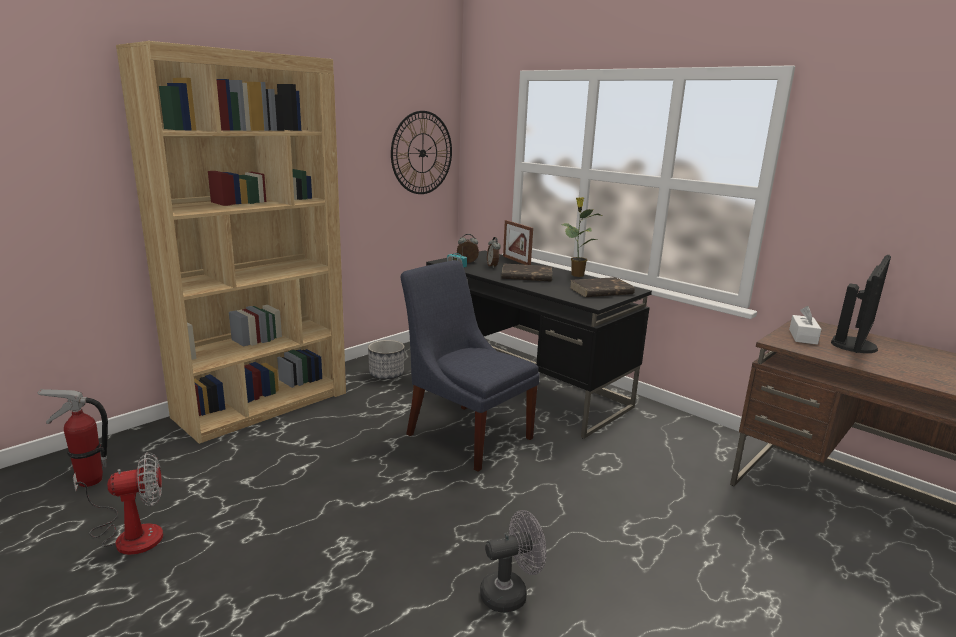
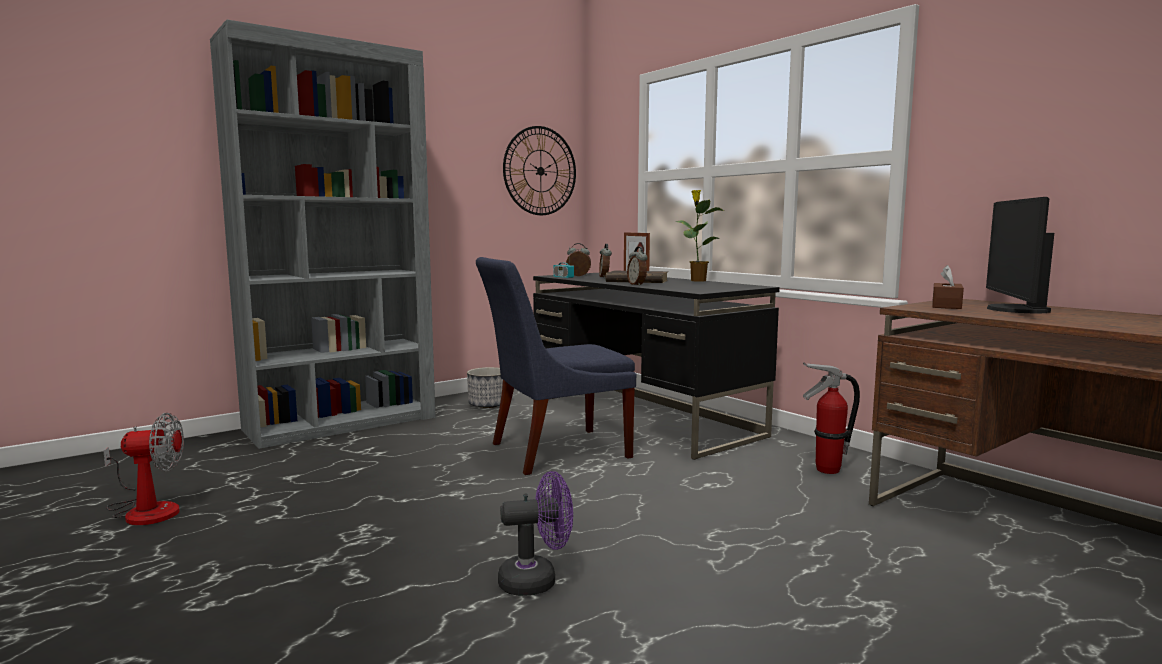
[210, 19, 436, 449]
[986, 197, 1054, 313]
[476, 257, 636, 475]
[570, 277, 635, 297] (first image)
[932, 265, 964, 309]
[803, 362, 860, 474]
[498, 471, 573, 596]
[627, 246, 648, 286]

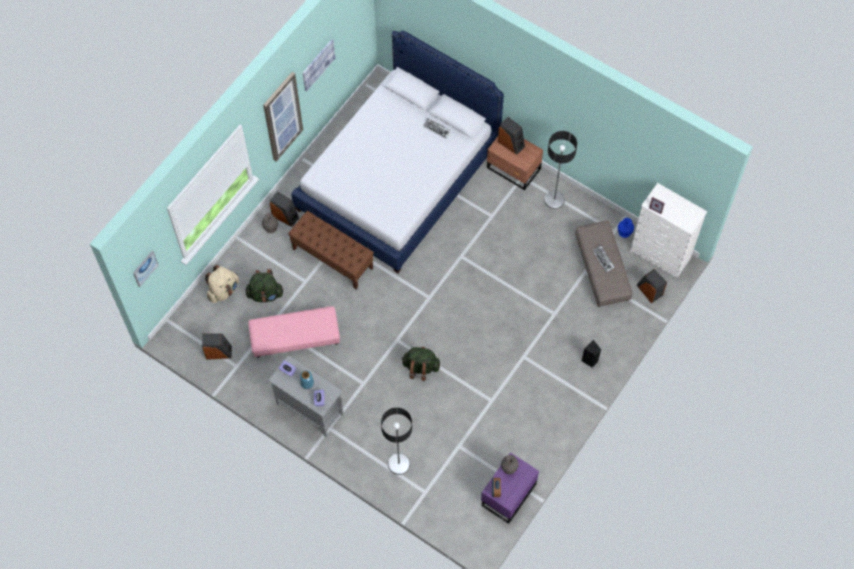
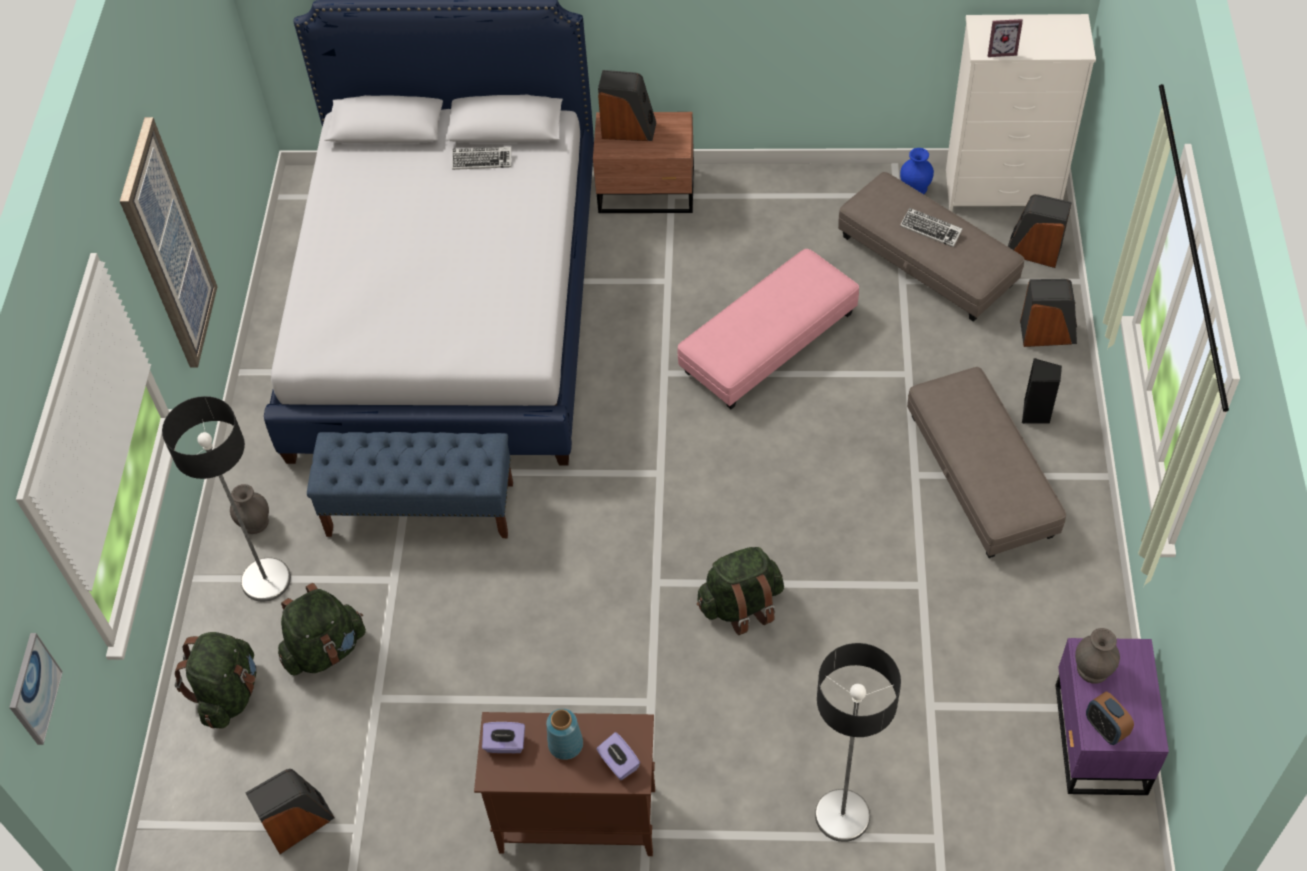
[303, 39, 335, 91] (first image)
[162, 396, 291, 602]
[1020, 279, 1077, 347]
[307, 432, 513, 538]
[175, 632, 256, 728]
[677, 249, 859, 409]
[474, 712, 655, 856]
[907, 367, 1066, 558]

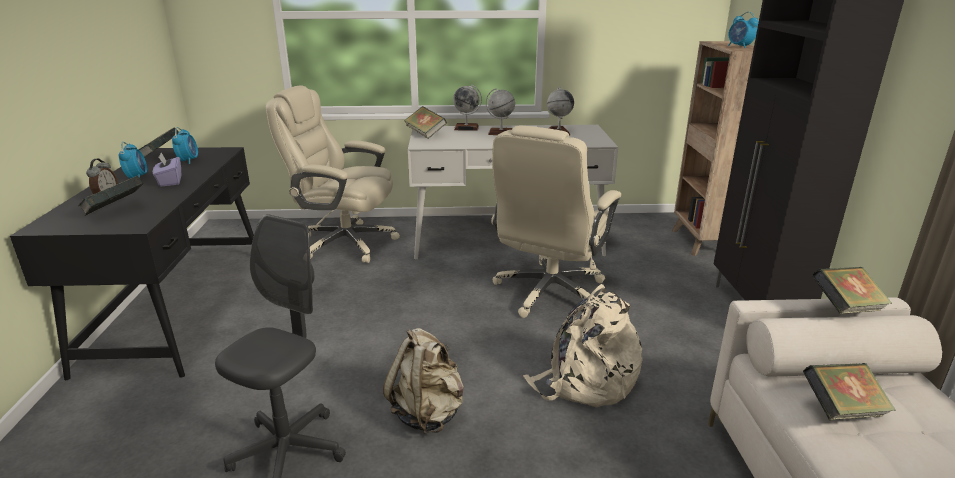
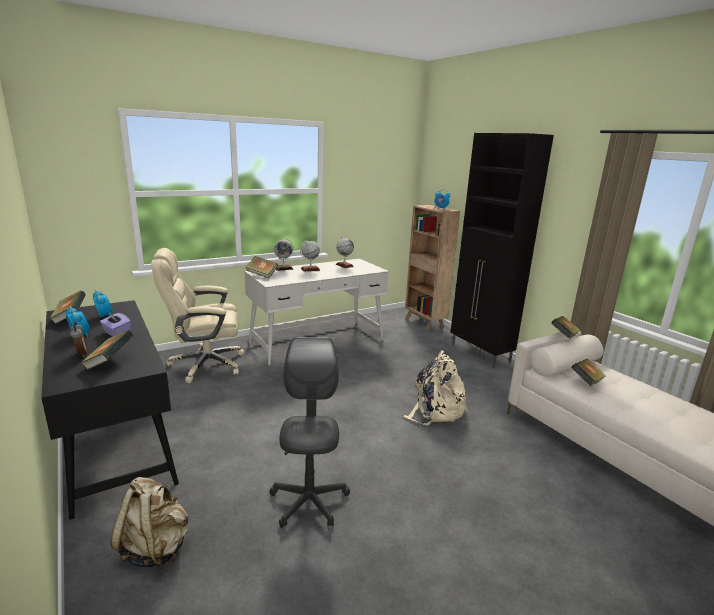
[491, 126, 621, 318] (first image)
[111, 477, 189, 569]

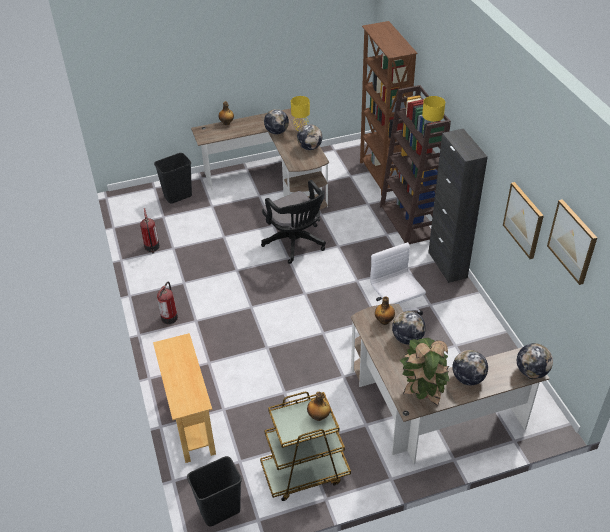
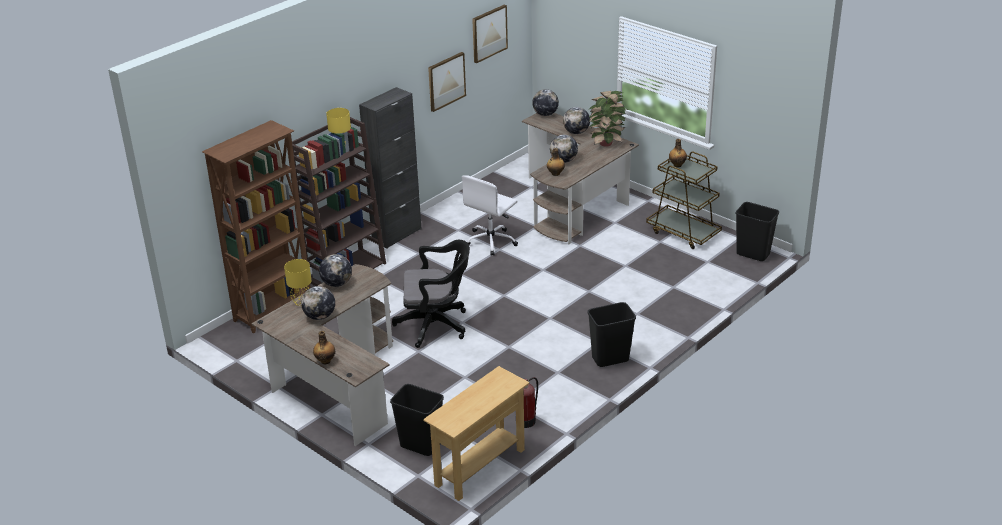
[392, 240, 470, 348]
[588, 302, 636, 367]
[423, 366, 530, 501]

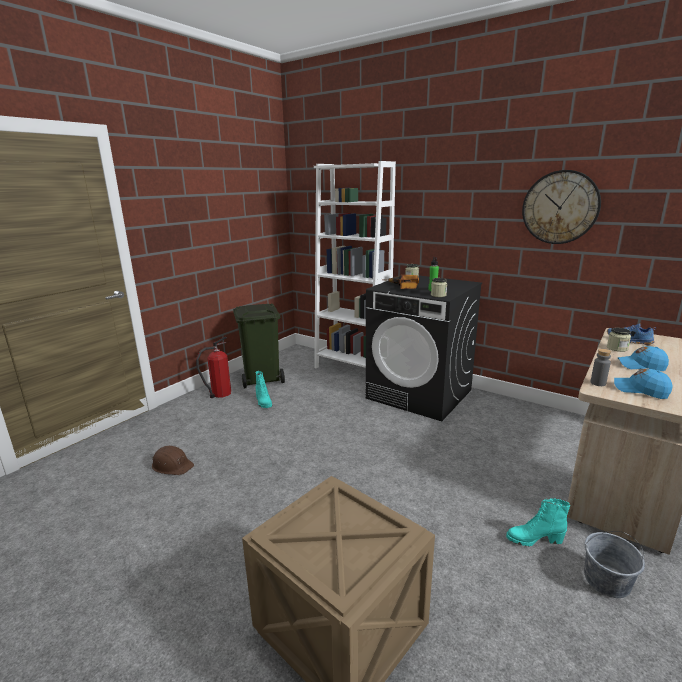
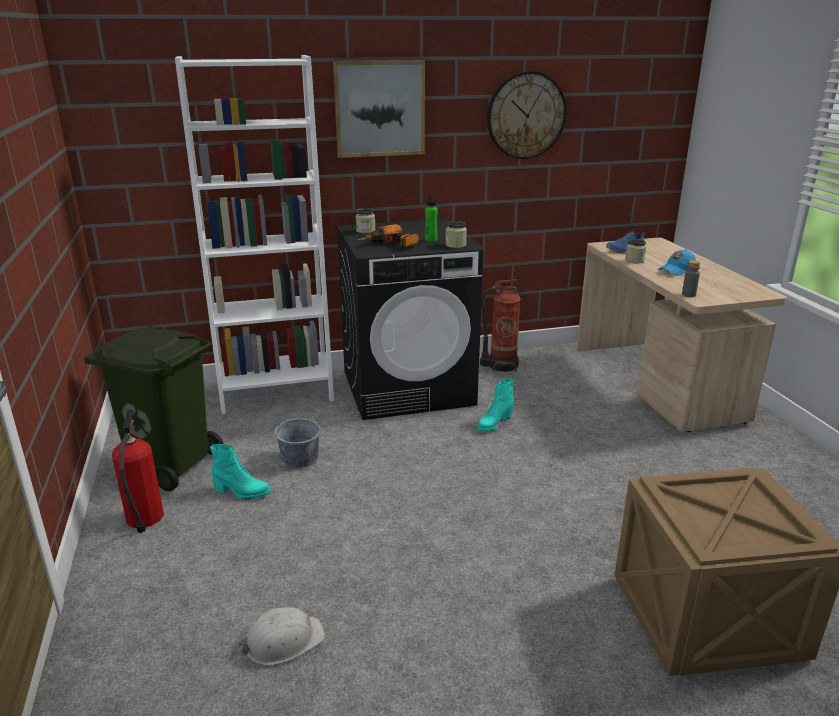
[614, 369, 673, 399] (first image)
[241, 607, 326, 666]
[477, 378, 514, 432]
[275, 409, 321, 468]
[333, 60, 425, 158]
[480, 279, 521, 372]

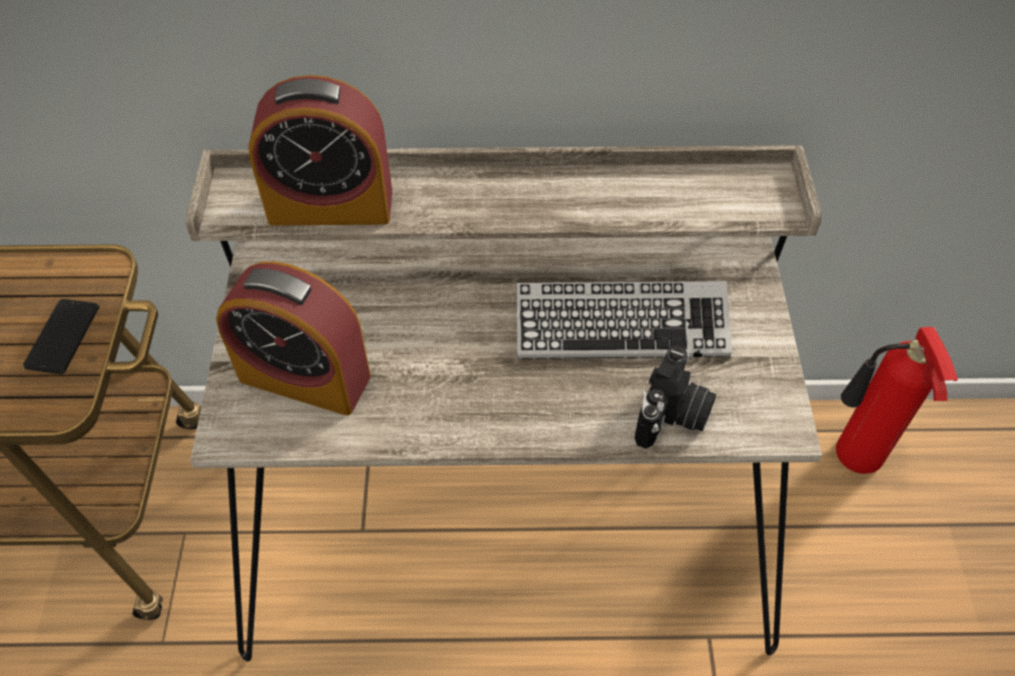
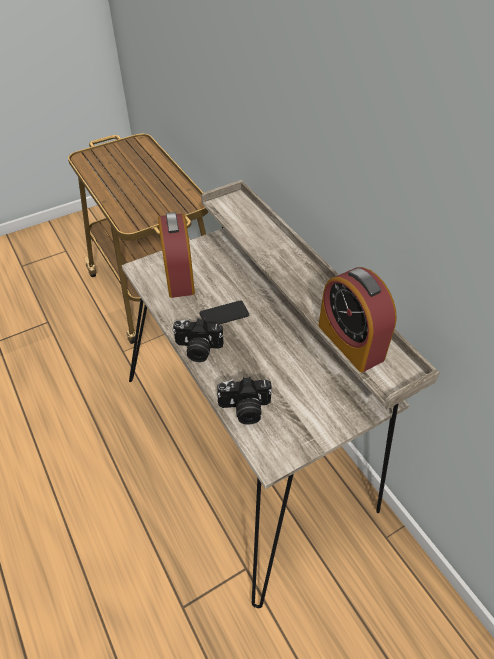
[318, 267, 397, 372]
[516, 281, 732, 359] (first image)
[200, 300, 249, 324]
[836, 327, 958, 474] (first image)
[172, 318, 223, 362]

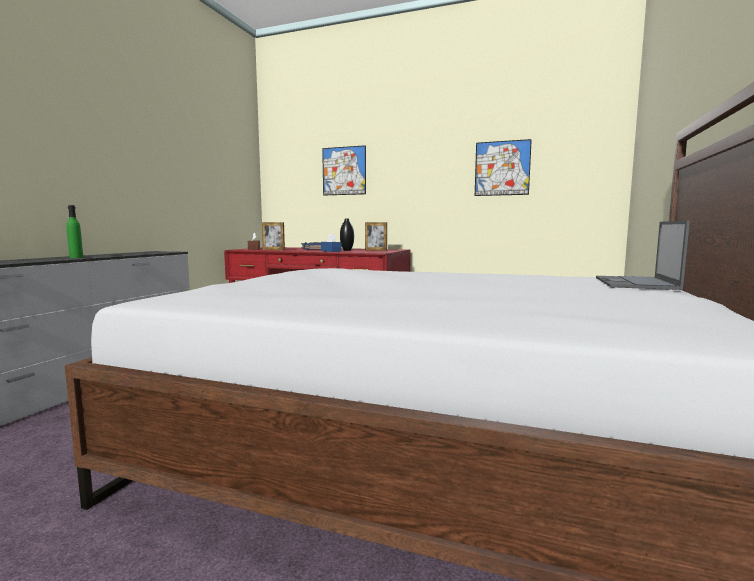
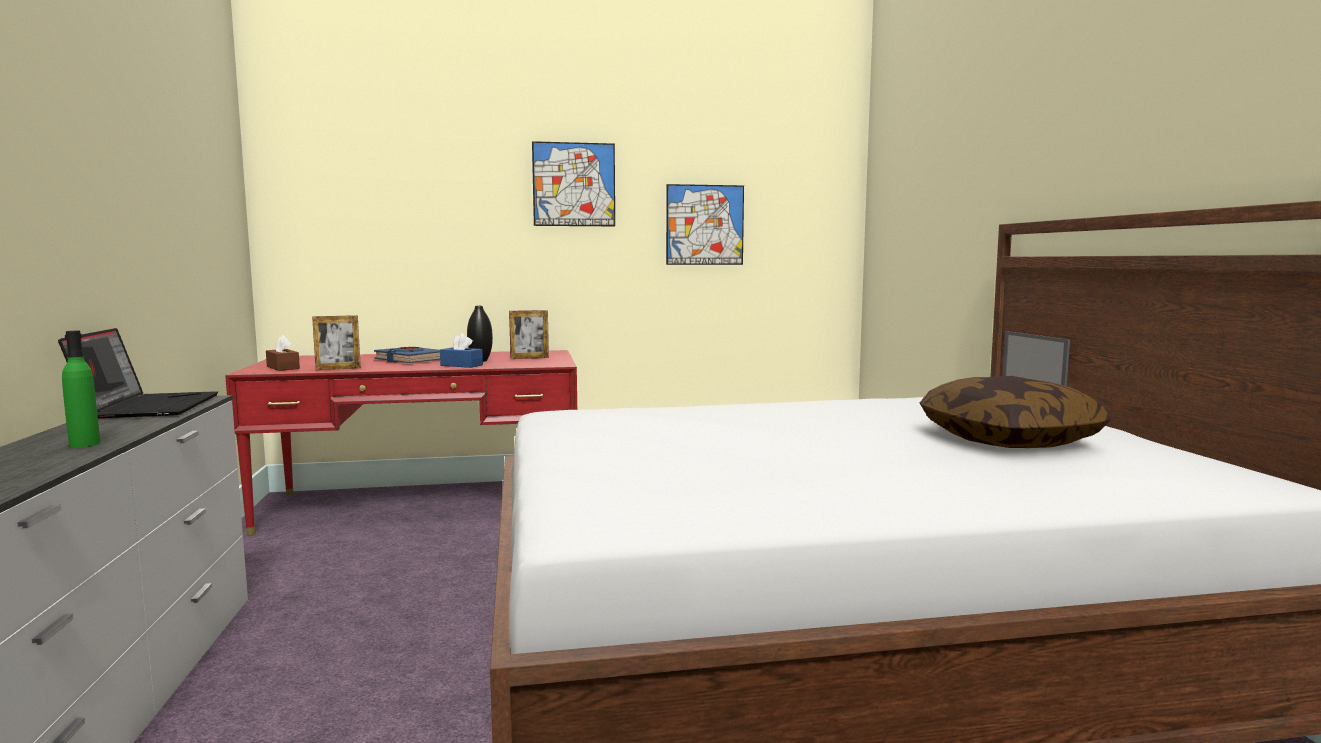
[532, 141, 615, 226]
[58, 328, 218, 418]
[920, 376, 1111, 448]

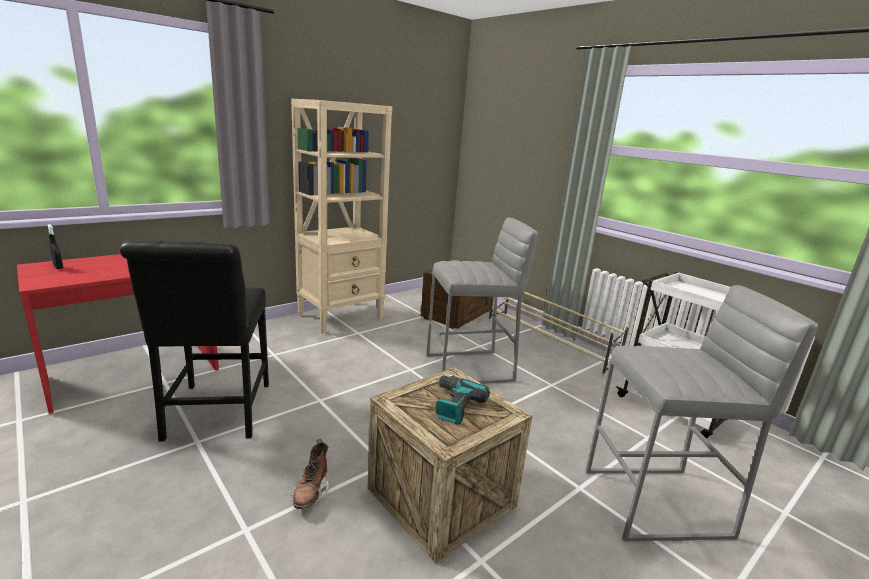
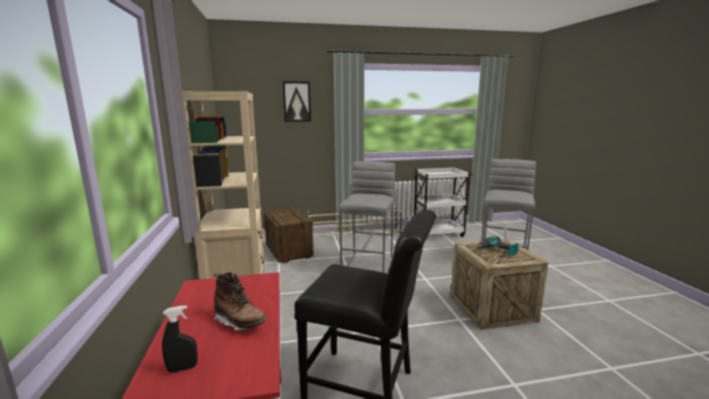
[213, 272, 267, 330]
[283, 81, 311, 122]

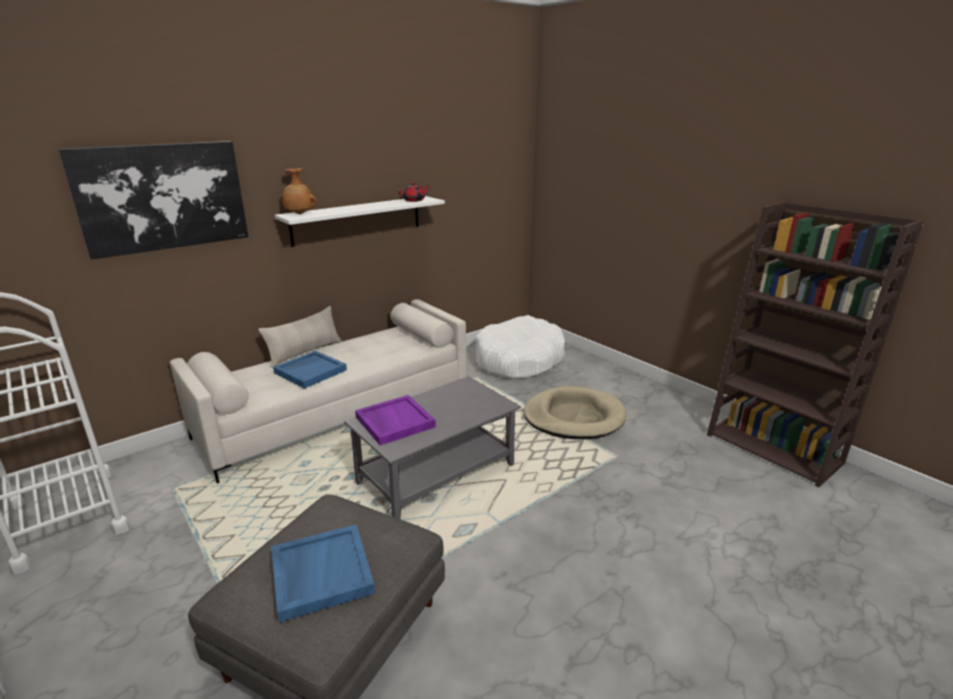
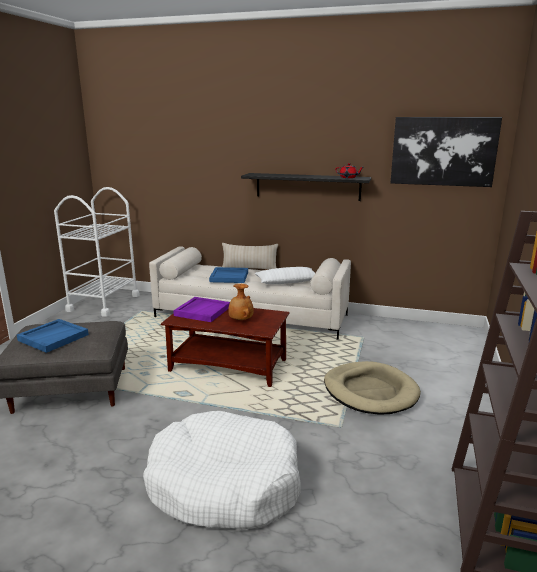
[390, 117, 502, 187]
[228, 284, 254, 320]
[241, 173, 371, 201]
[143, 411, 301, 529]
[161, 308, 290, 387]
[255, 267, 315, 284]

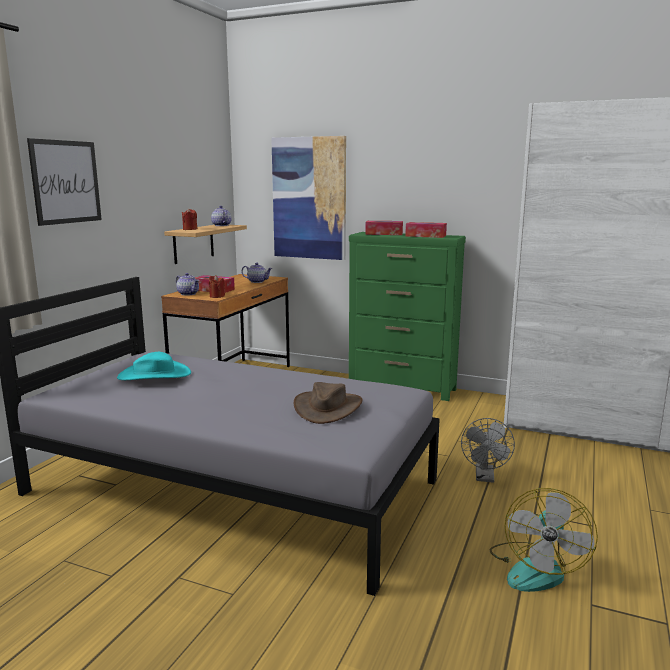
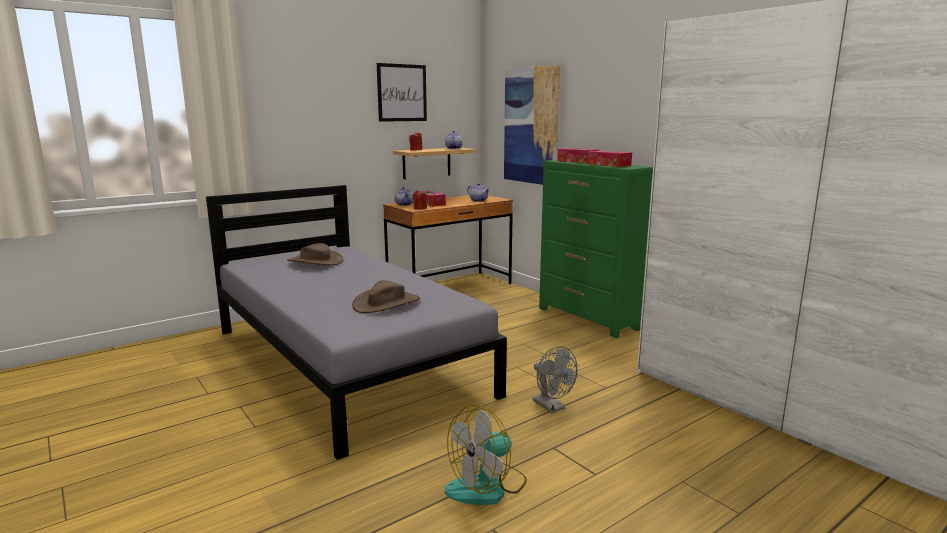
[377, 63, 427, 122]
[287, 243, 343, 265]
[533, 346, 577, 413]

